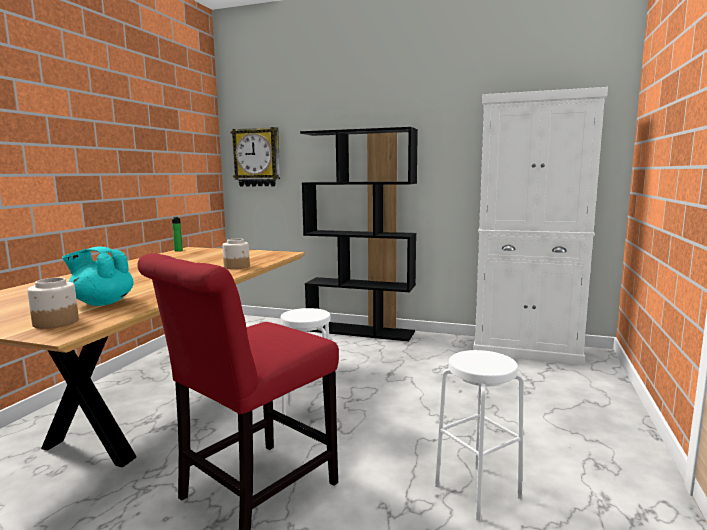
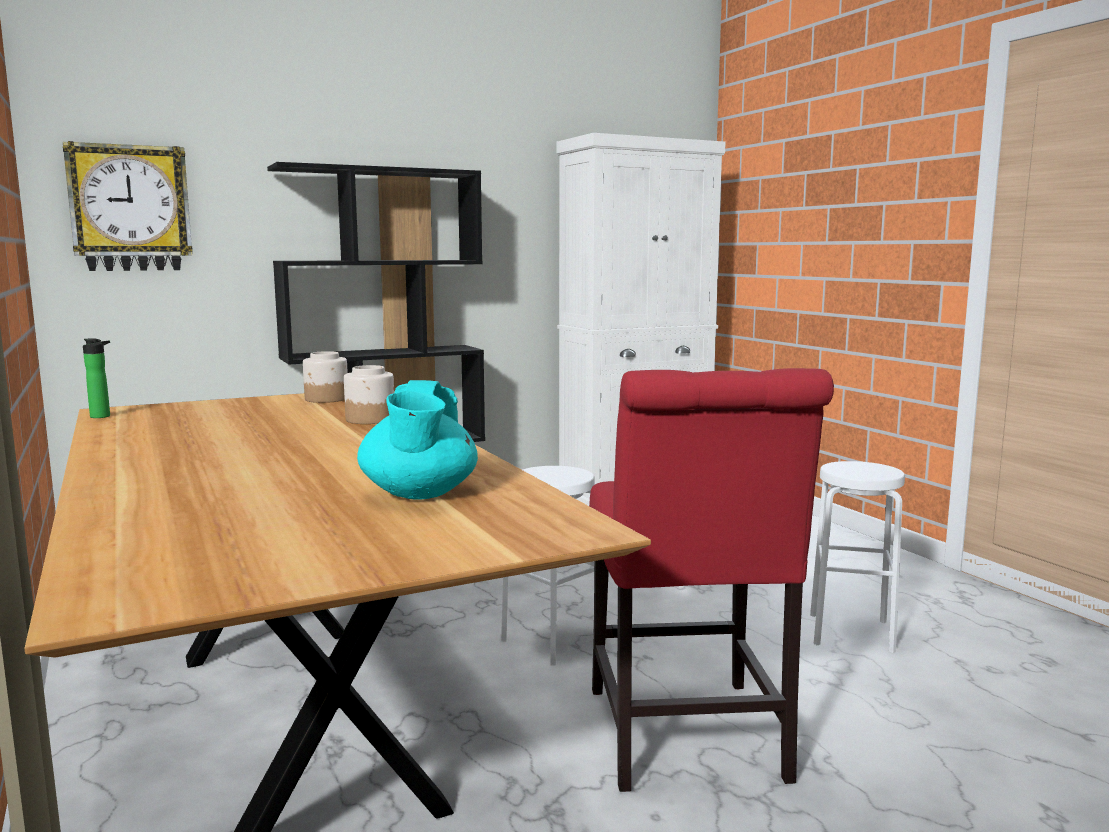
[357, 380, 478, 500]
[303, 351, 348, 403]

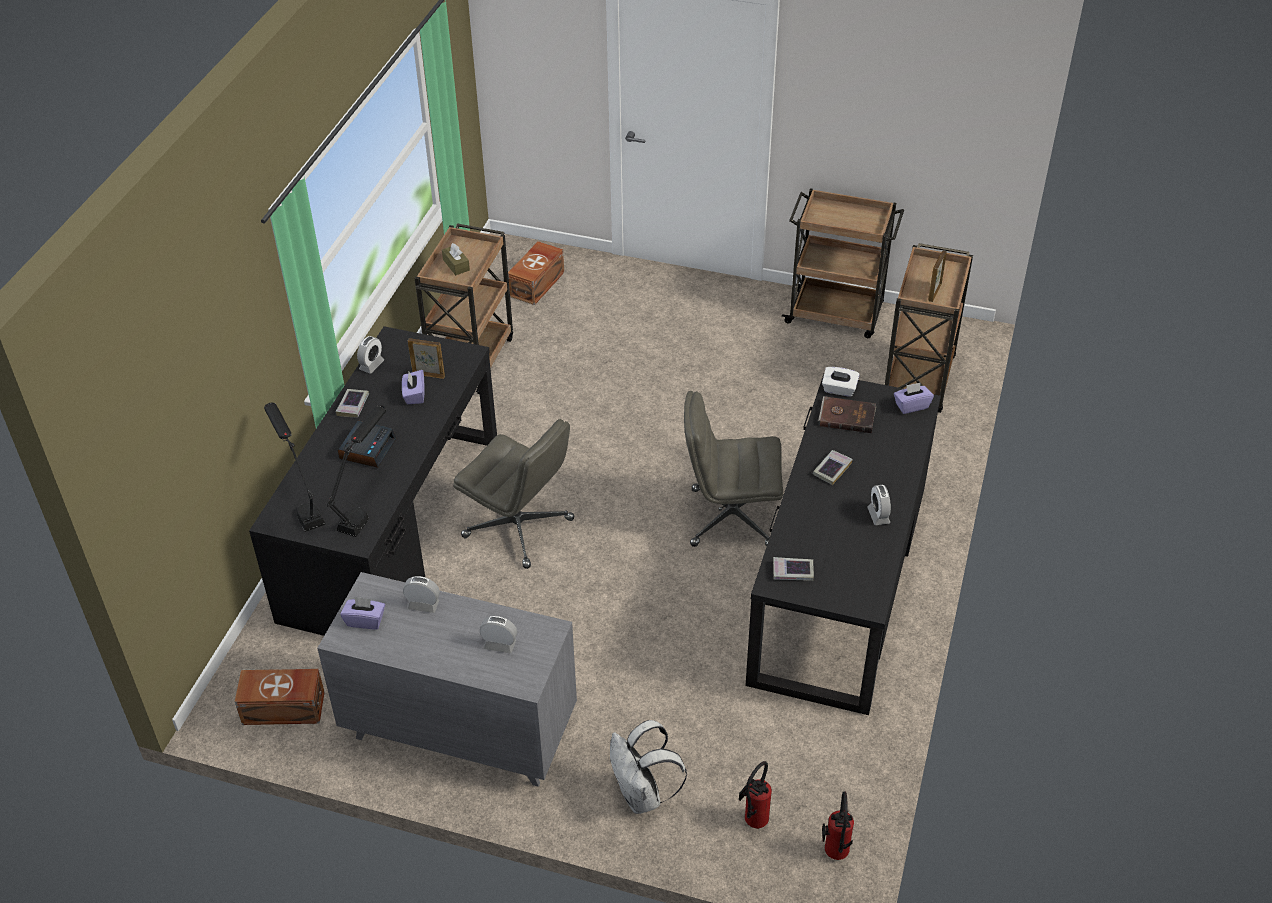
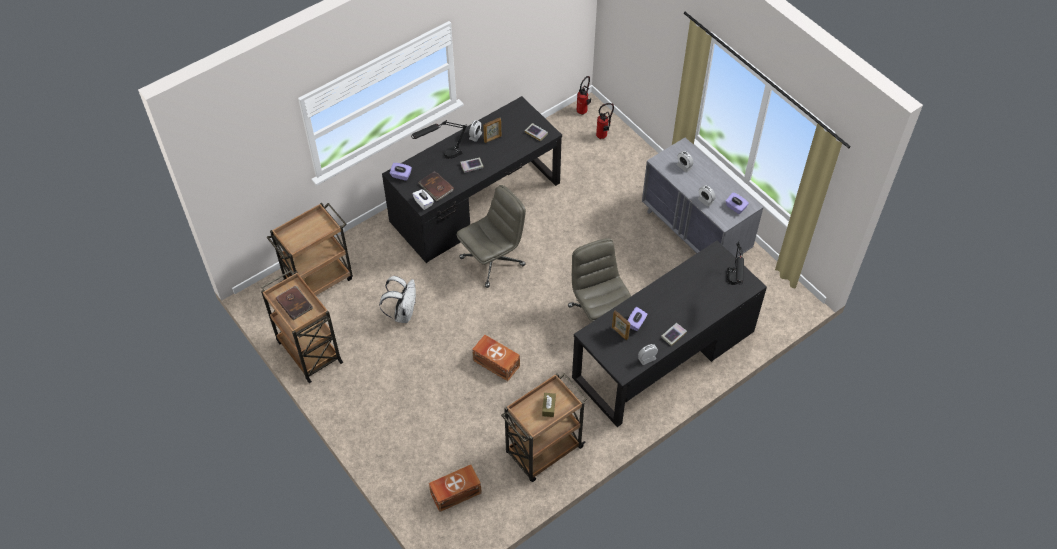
[483, 118, 501, 143]
[456, 185, 526, 288]
[411, 121, 467, 159]
[338, 421, 397, 468] (first image)
[472, 335, 520, 381]
[379, 276, 416, 323]
[276, 285, 313, 320]

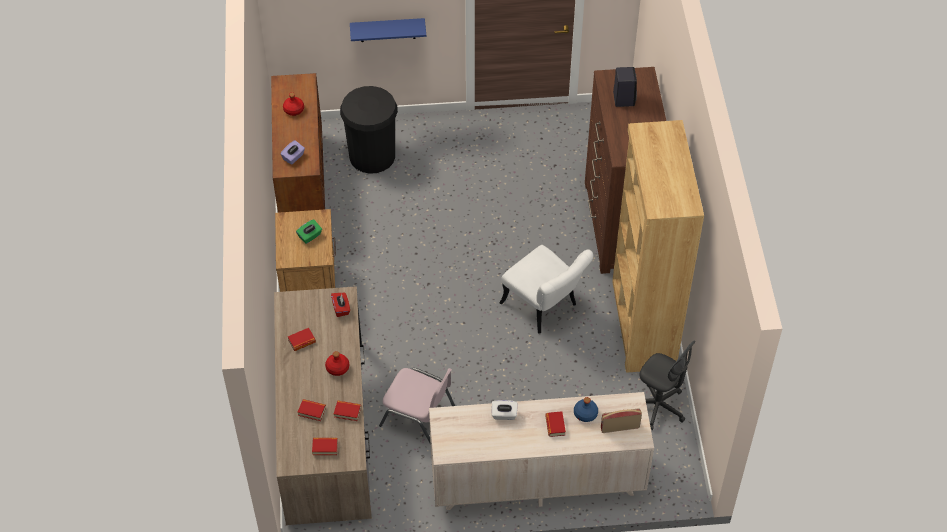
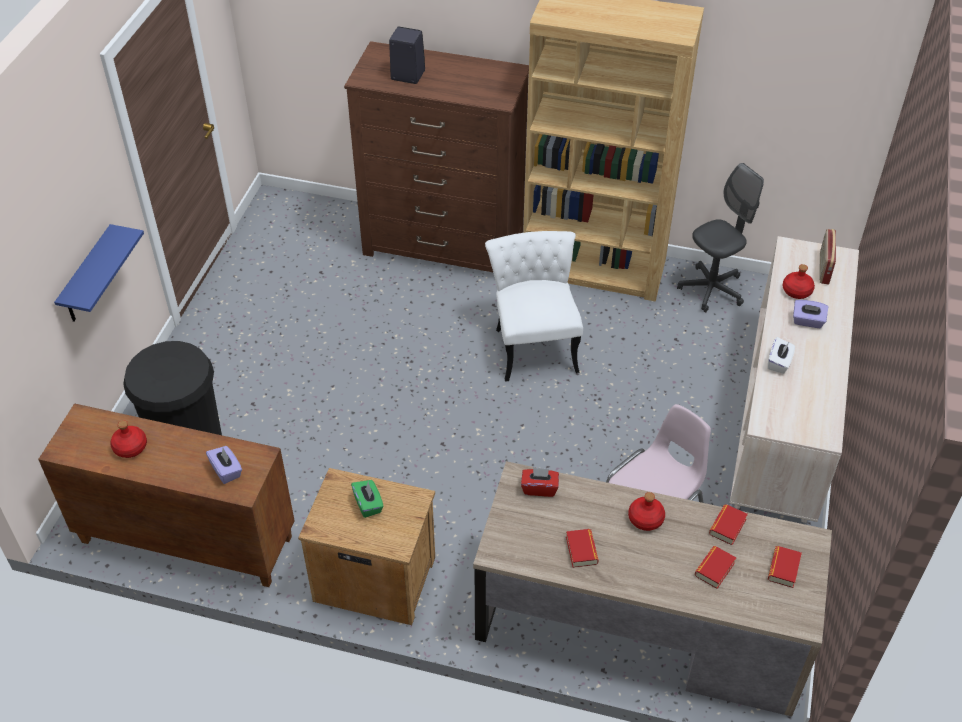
[485, 231, 583, 381]
[783, 264, 815, 299]
[793, 300, 828, 328]

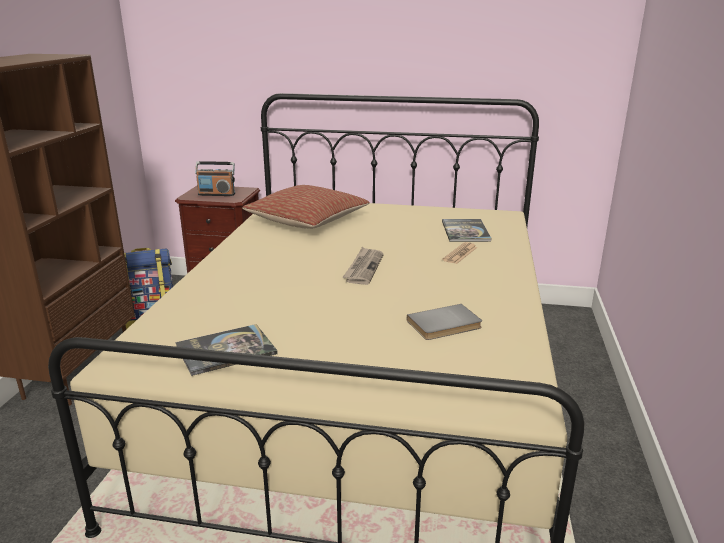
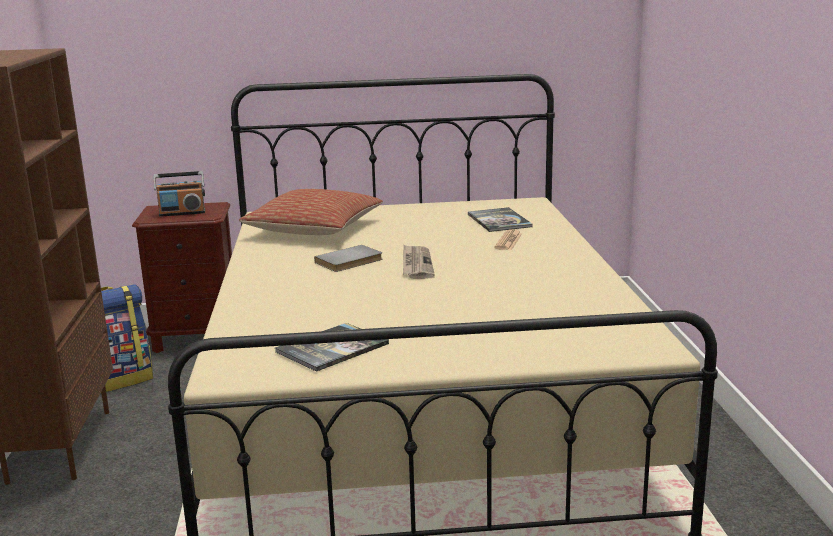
[314, 245, 382, 272]

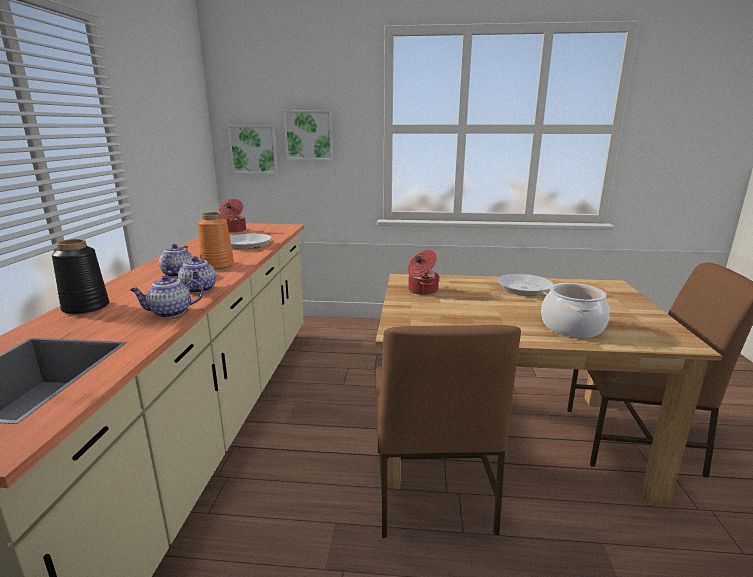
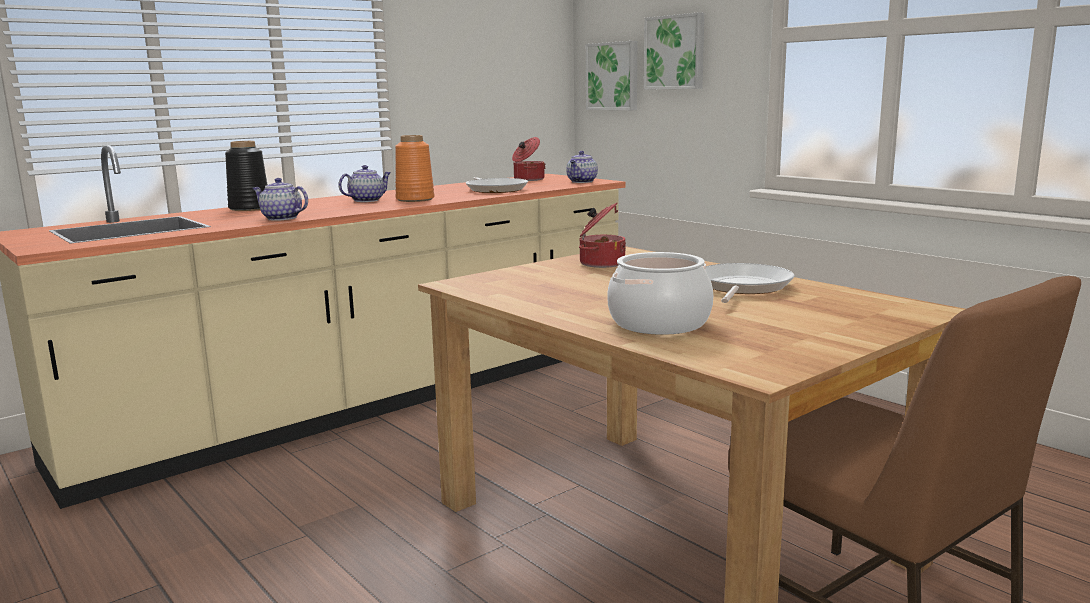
[566, 151, 598, 183]
[375, 325, 521, 538] (first image)

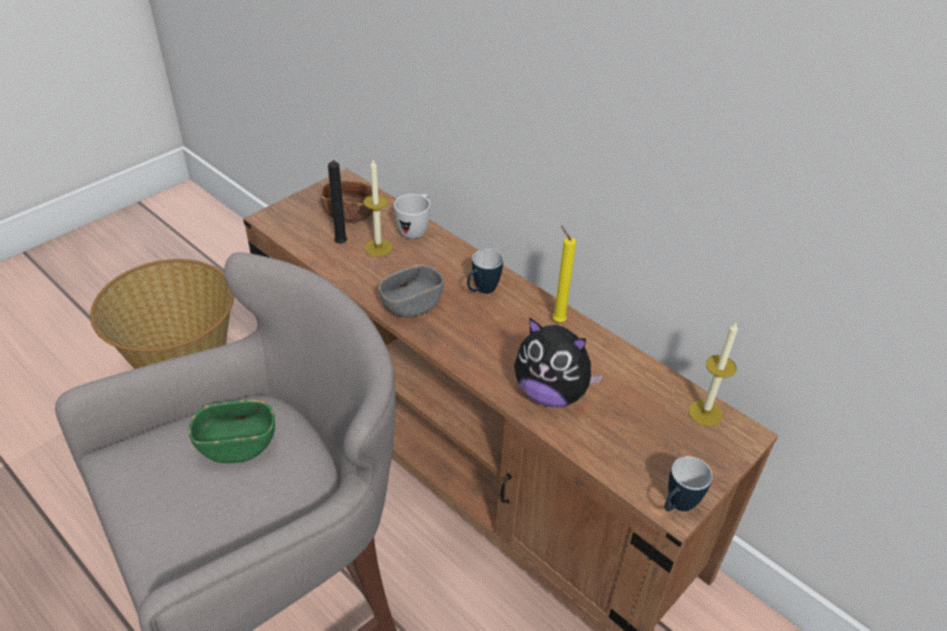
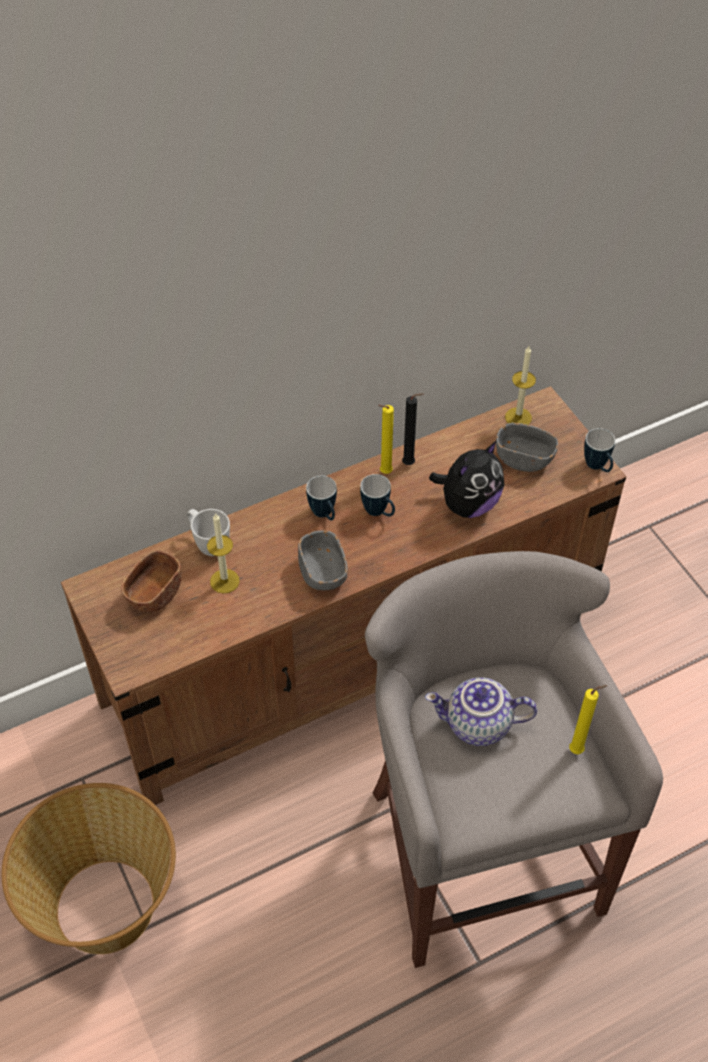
[402, 393, 423, 465]
[425, 677, 537, 746]
[496, 423, 558, 472]
[360, 474, 395, 516]
[569, 685, 608, 754]

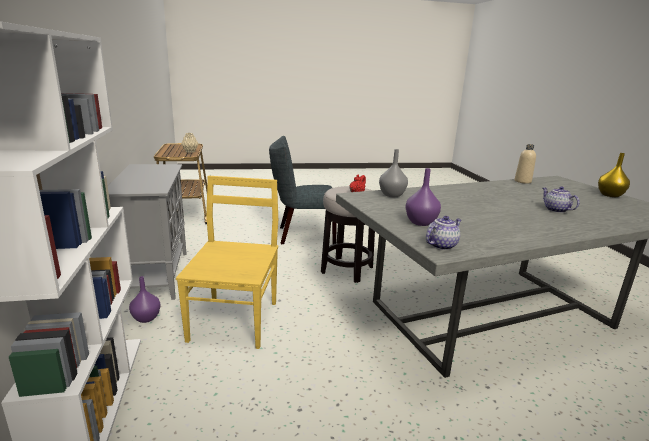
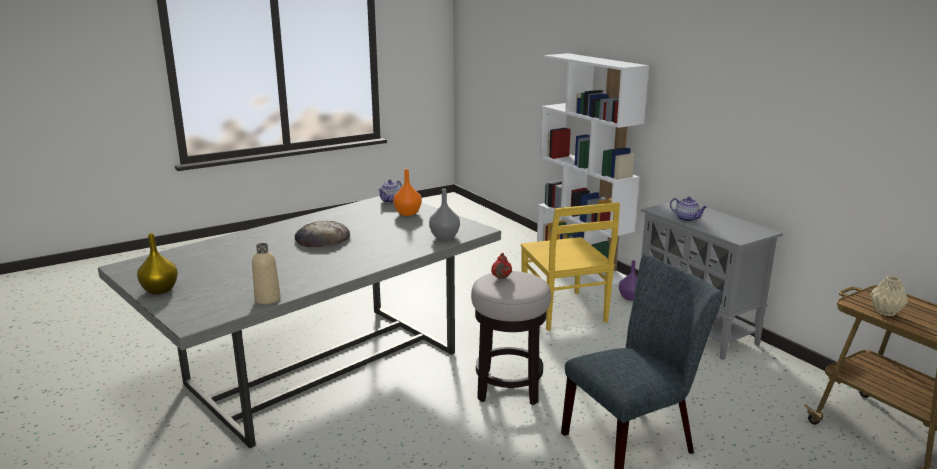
[393, 169, 422, 216]
[670, 197, 707, 222]
[295, 221, 350, 247]

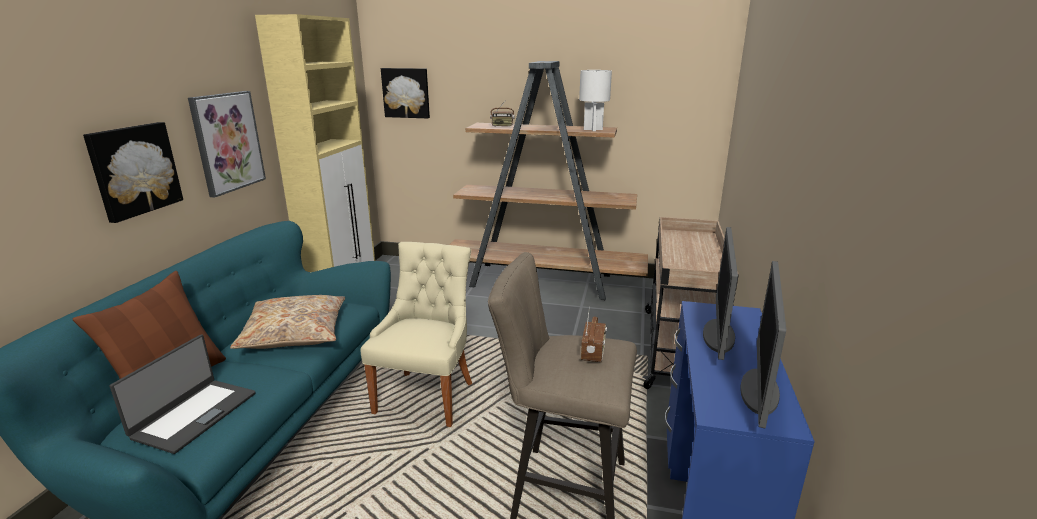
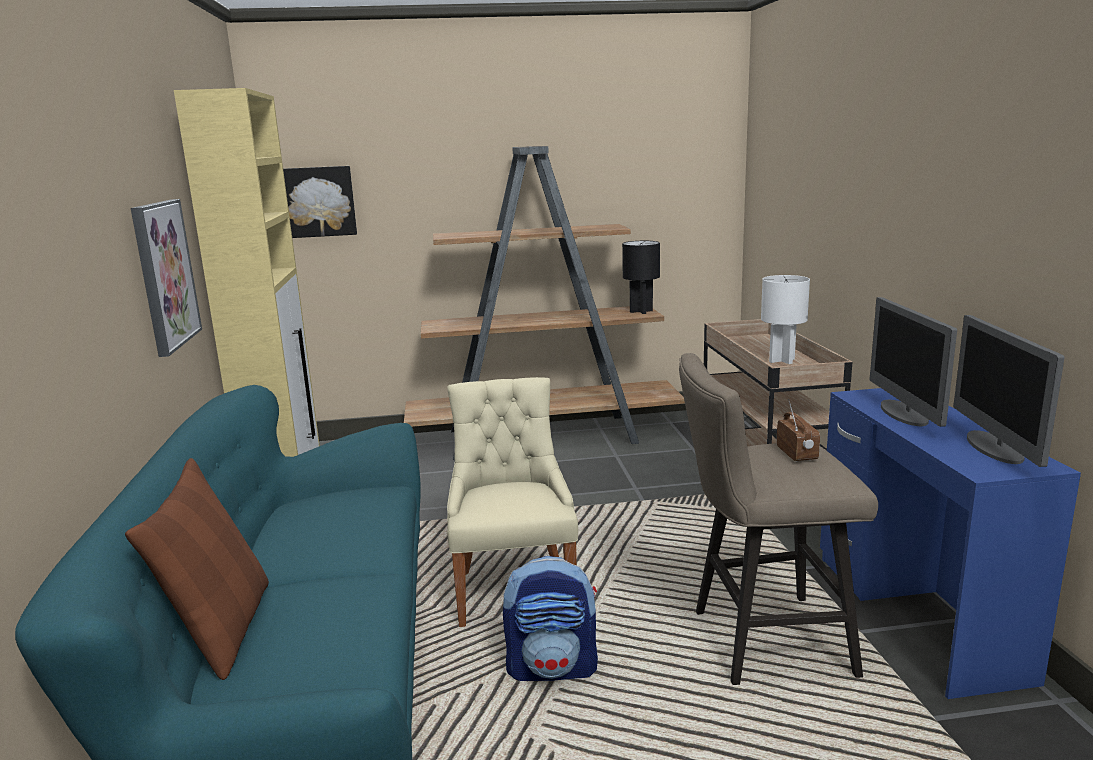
[761, 275, 810, 364]
[490, 100, 515, 127] (first image)
[83, 122, 183, 223] (first image)
[230, 295, 345, 349] (first image)
[109, 335, 256, 454] (first image)
[622, 241, 660, 314]
[503, 556, 598, 681]

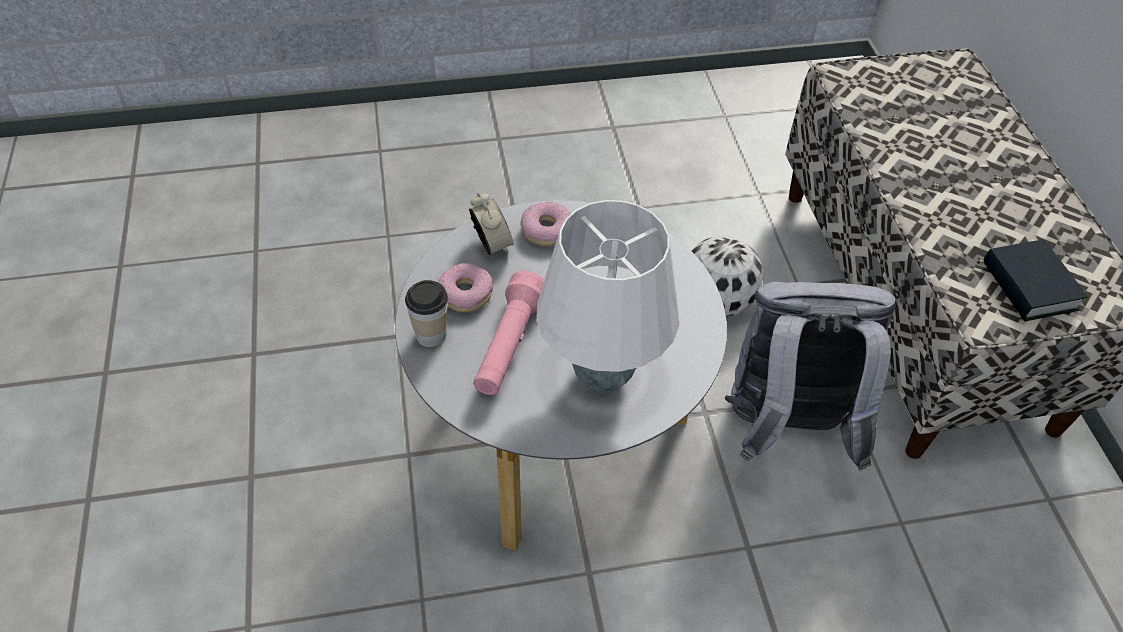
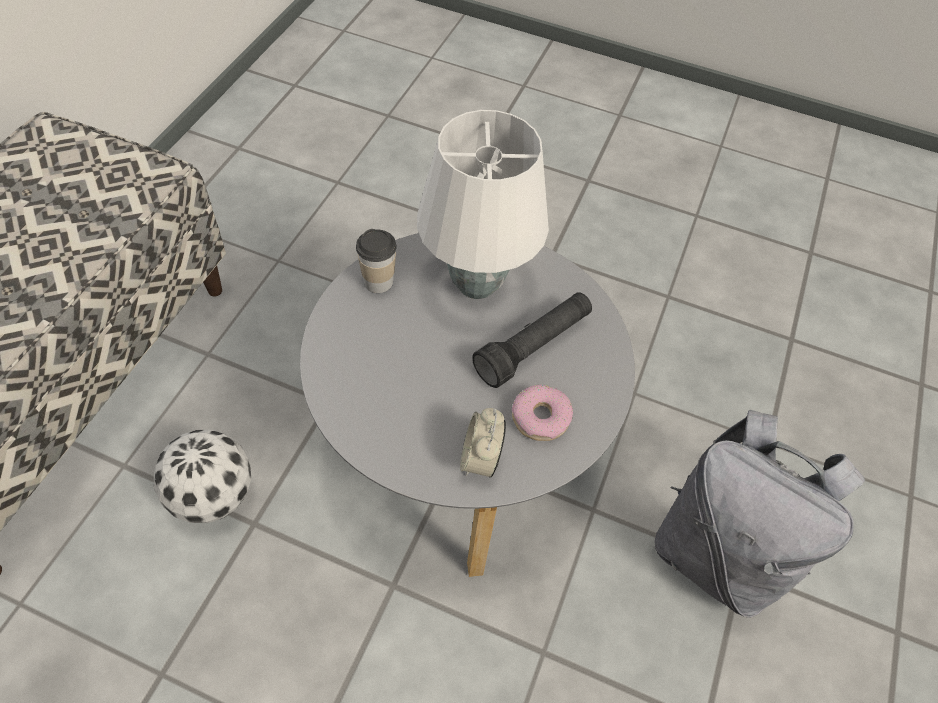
[520, 202, 571, 246] (first image)
[984, 240, 1087, 321] (first image)
[472, 292, 592, 388]
[356, 229, 396, 293]
[654, 410, 865, 618]

